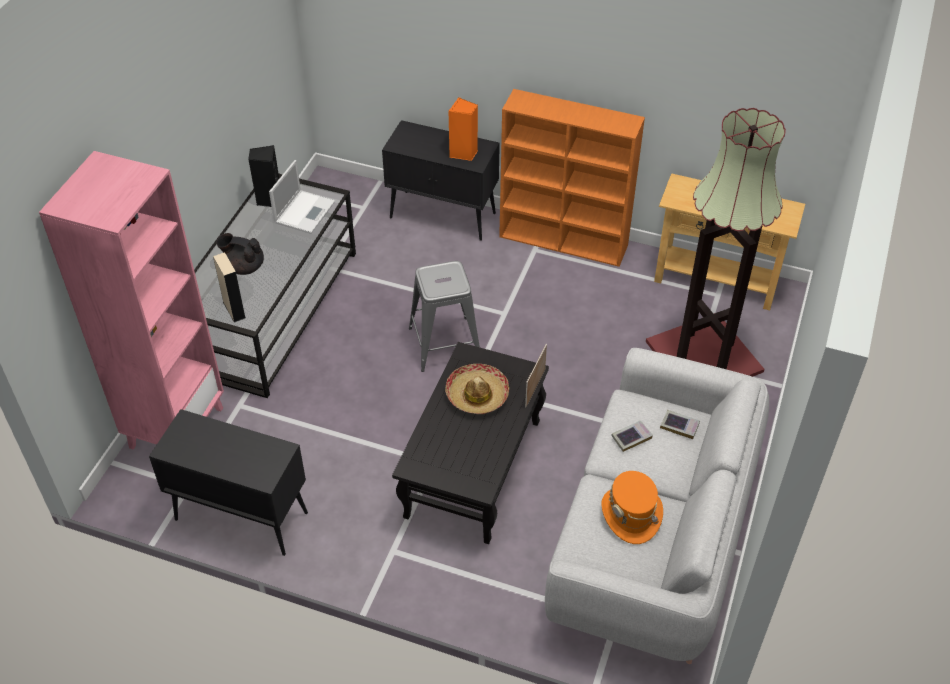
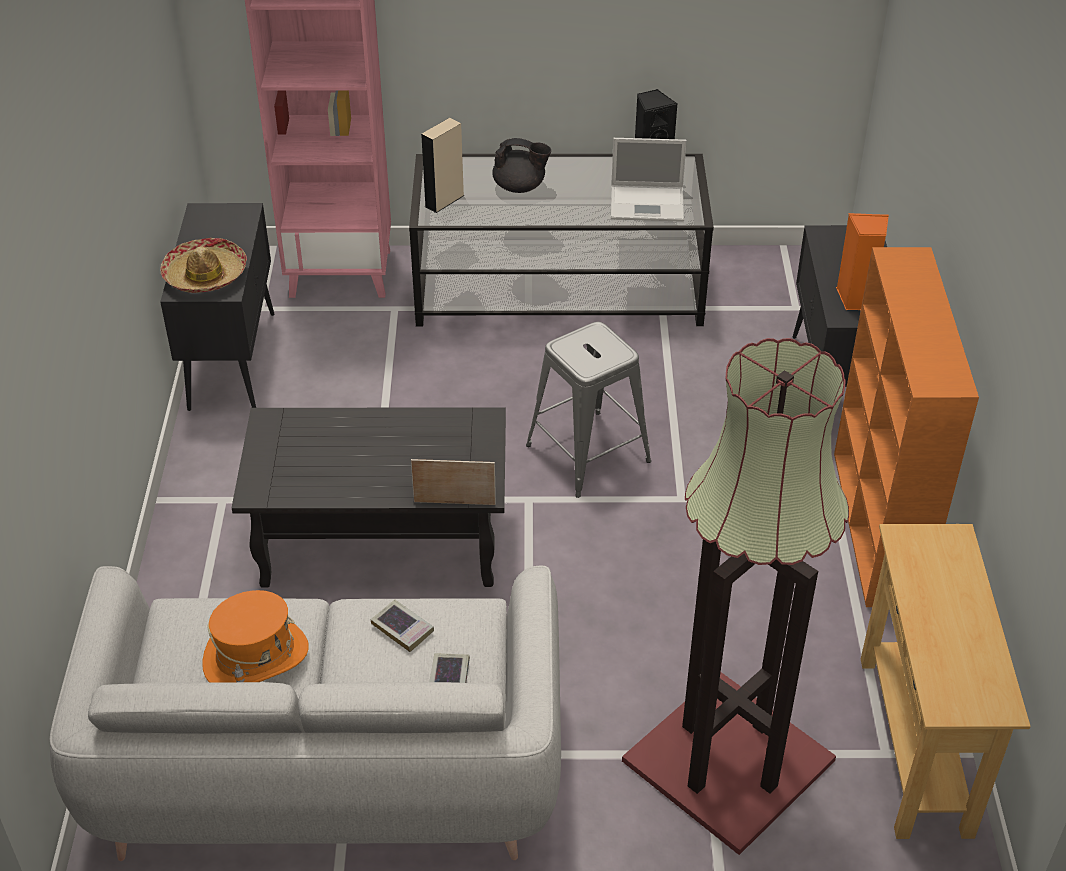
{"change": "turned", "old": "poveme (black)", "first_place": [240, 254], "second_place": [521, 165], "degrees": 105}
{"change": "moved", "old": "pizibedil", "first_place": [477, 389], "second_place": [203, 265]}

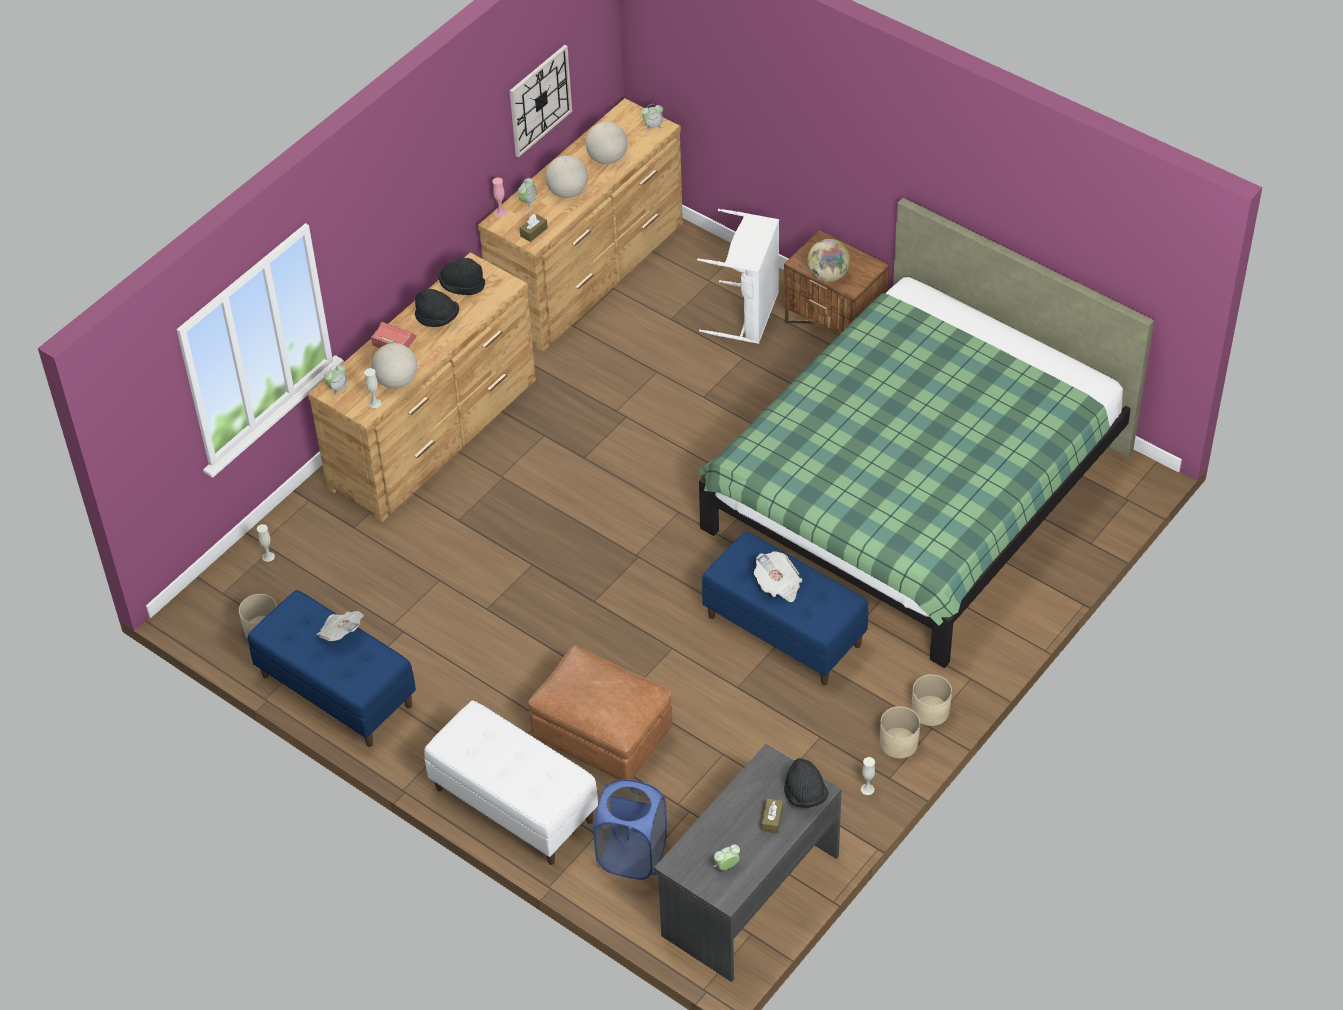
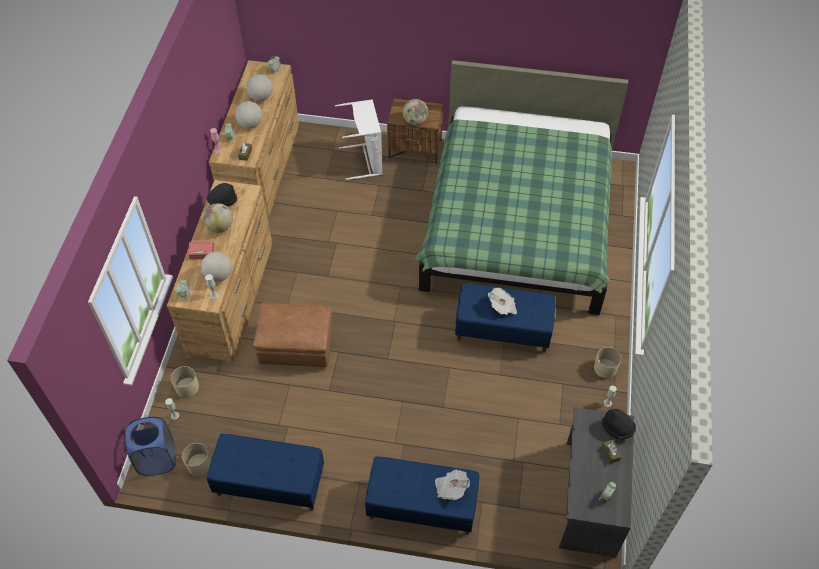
{"change": "moved", "old": "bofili", "first_place": [340, 626], "second_place": [452, 485]}
{"change": "replaced", "old": "pizibedil (black)", "new": "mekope", "first_place": [437, 308], "second_place": [218, 218]}
{"change": "recoloured", "old": "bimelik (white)", "new": "bimelik (blue)", "first_place": [511, 782], "second_place": [422, 495]}
{"change": "removed", "old": "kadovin", "first_place": [541, 101]}
{"change": "moved", "old": "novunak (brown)", "first_place": [600, 712], "second_place": [293, 335]}
{"change": "moved", "old": "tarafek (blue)", "first_place": [630, 829], "second_place": [150, 446]}
{"change": "moved", "old": "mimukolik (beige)", "first_place": [932, 700], "second_place": [185, 382]}

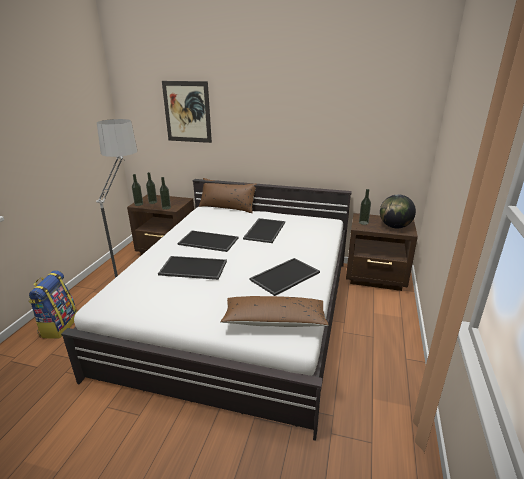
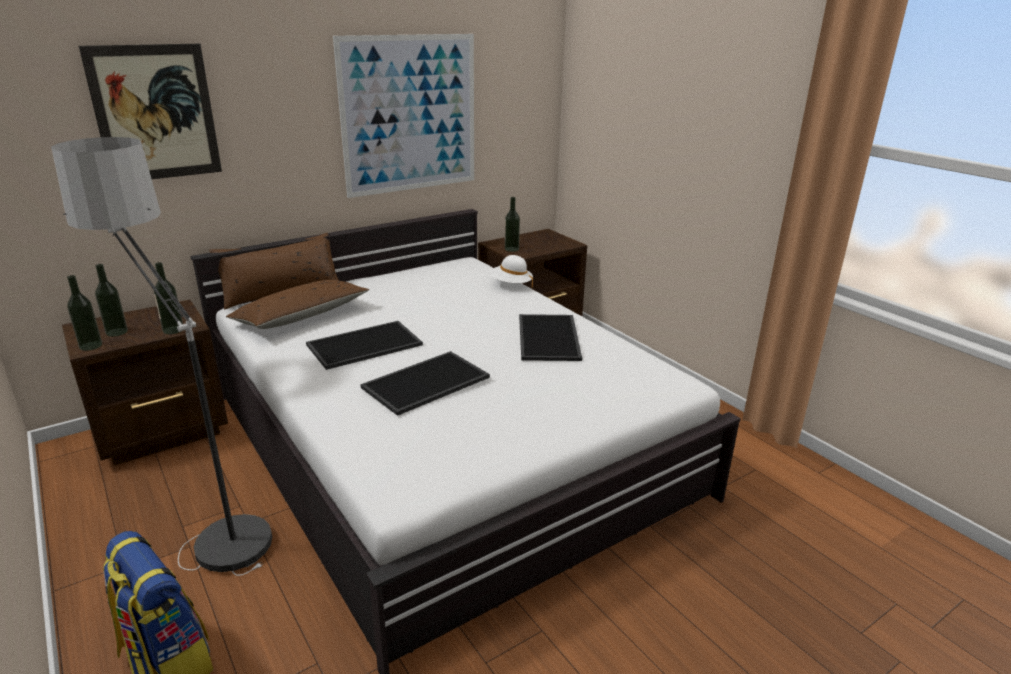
{"change": "moved", "old": "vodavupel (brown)", "first_place": [274, 311], "second_place": [297, 304]}
{"change": "removed", "old": "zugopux", "first_place": [264, 230]}
{"change": "removed", "old": "mekope", "first_place": [398, 211]}
{"change": "added", "new": "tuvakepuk", "second_place": [403, 116]}
{"change": "added", "new": "pizibedil (white)", "second_place": [511, 271]}

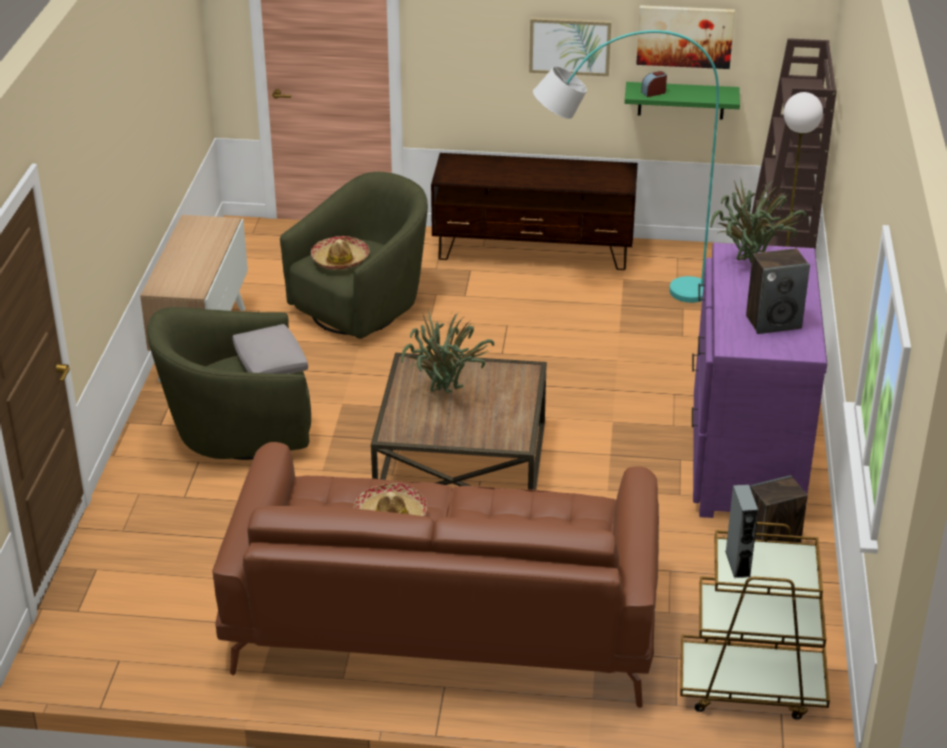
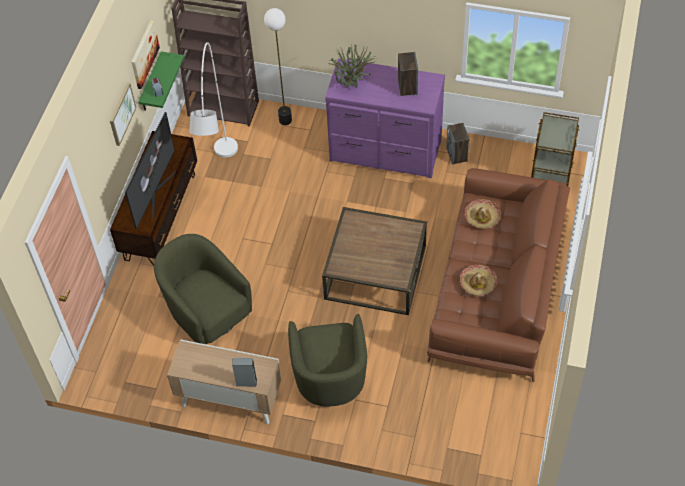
{"change": "removed", "old": "vodavupel (grey)", "first_place": [270, 349]}
{"change": "moved", "old": "pizibedil", "first_place": [340, 252], "second_place": [483, 214]}
{"change": "removed", "old": "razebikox", "first_place": [447, 351]}
{"change": "recoloured", "old": "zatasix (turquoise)", "new": "zatasix (white)", "first_place": [626, 166], "second_place": [213, 100]}
{"change": "moved", "old": "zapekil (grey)", "first_place": [741, 531], "second_place": [244, 372]}
{"change": "added", "new": "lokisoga", "second_place": [150, 170]}

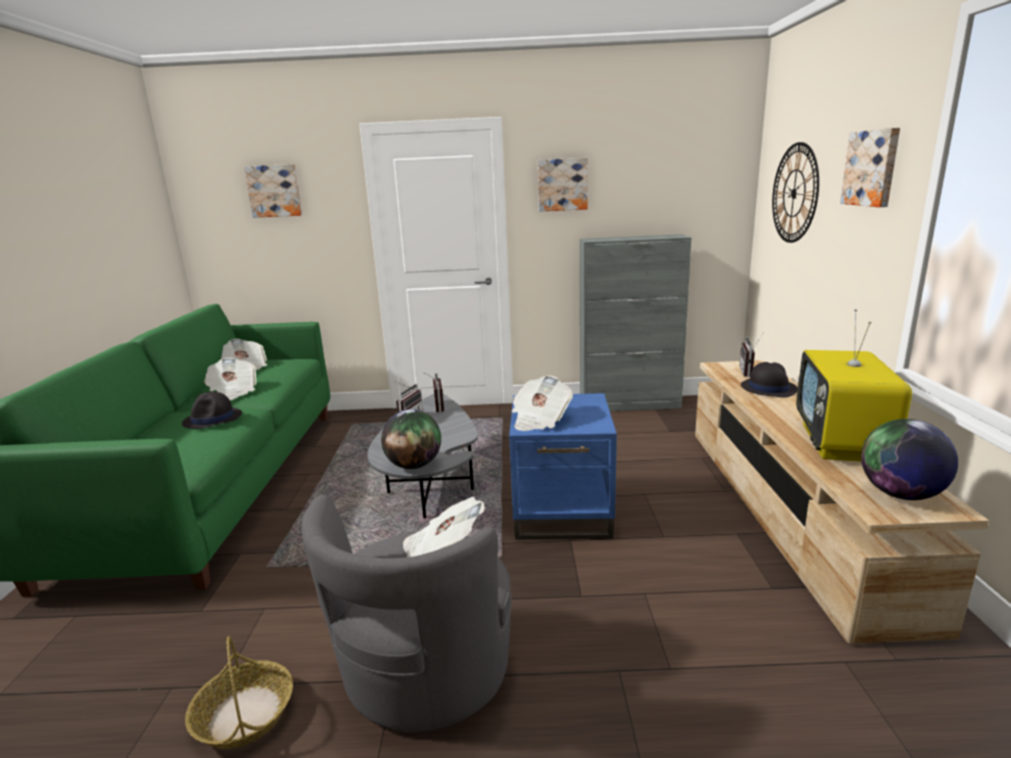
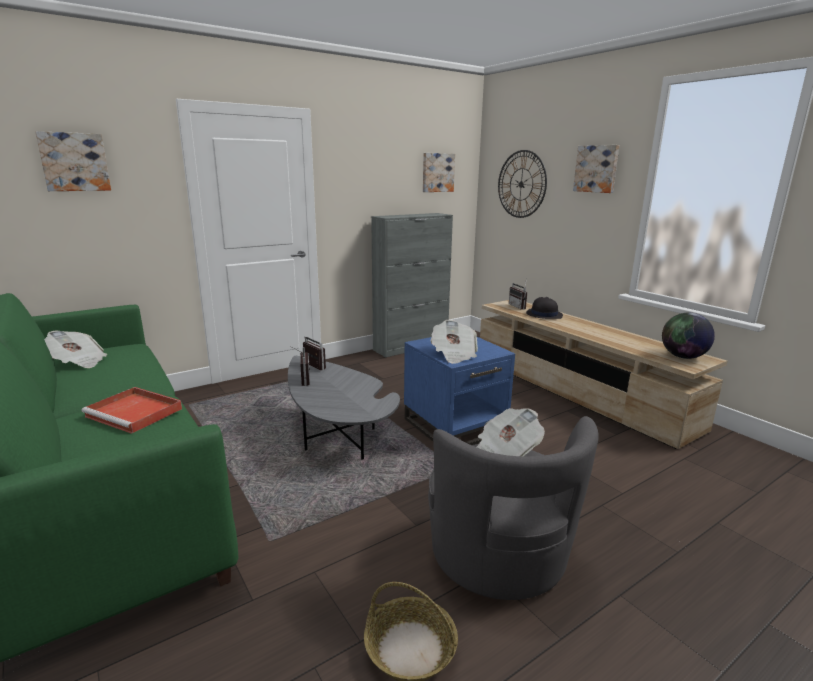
{"change": "replaced", "old": "pizibedil (black)", "new": "zugopux (red)", "first_place": [212, 410], "second_place": [131, 410]}
{"change": "removed", "old": "bofili", "first_place": [230, 378]}
{"change": "removed", "old": "mekope", "first_place": [411, 439]}
{"change": "moved", "old": "tuvakepuk", "first_place": [563, 185], "second_place": [439, 172]}
{"change": "removed", "old": "lokisoga", "first_place": [854, 385]}

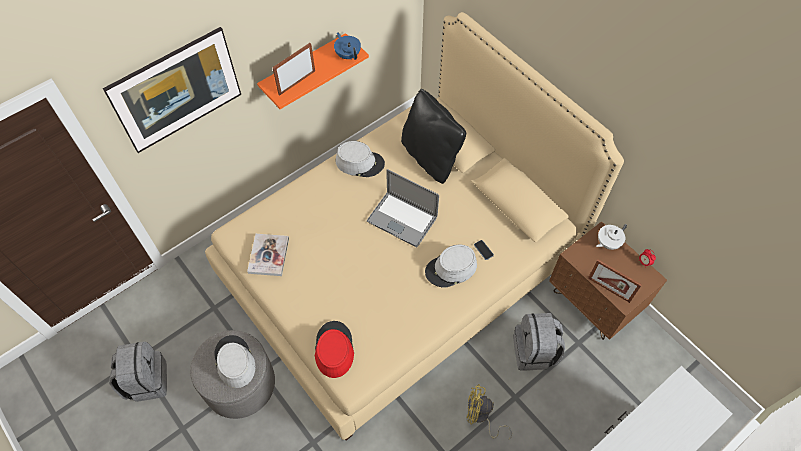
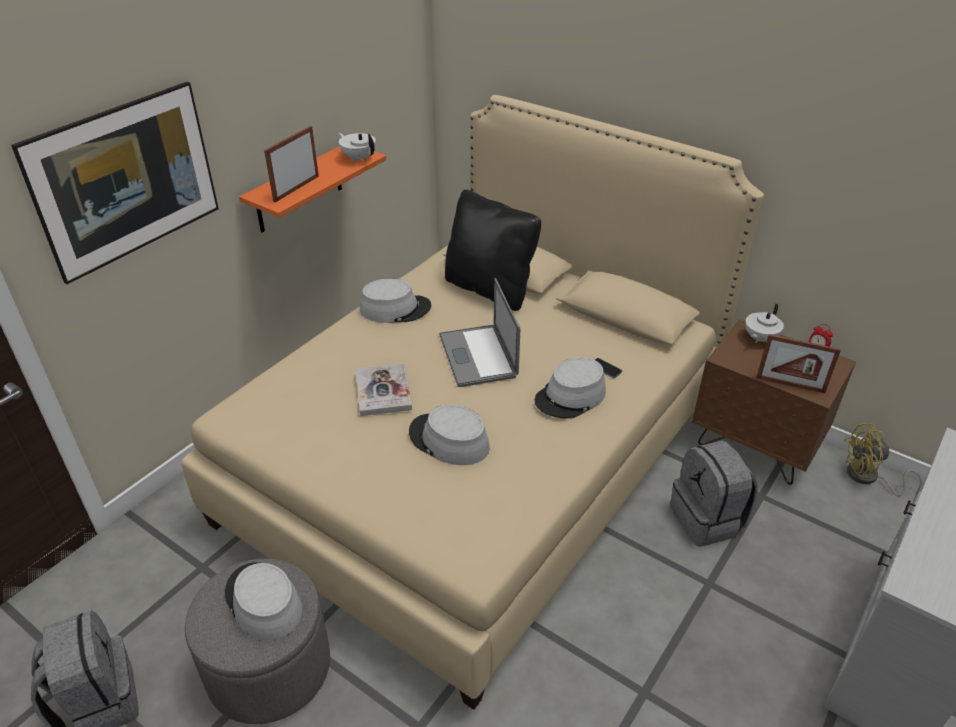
{"change": "moved", "old": "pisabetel", "first_place": [268, 255], "second_place": [384, 389]}
{"change": "removed", "old": "pizibedil (red)", "first_place": [334, 349]}
{"change": "recoloured", "old": "poveme (blue)", "new": "poveme (white)", "first_place": [347, 46], "second_place": [357, 147]}
{"change": "turned", "old": "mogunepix", "first_place": [403, 208], "second_place": [479, 332], "degrees": 60}
{"change": "moved", "old": "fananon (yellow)", "first_place": [489, 411], "second_place": [883, 459]}
{"change": "added", "new": "pizibedil (grey)", "second_place": [449, 435]}

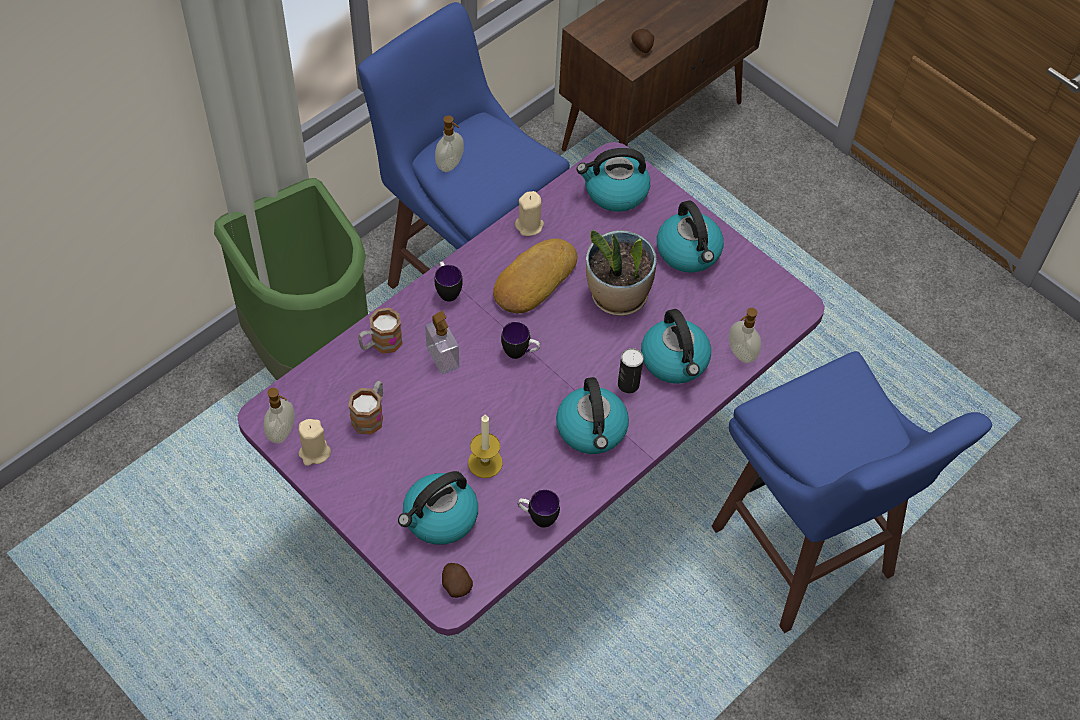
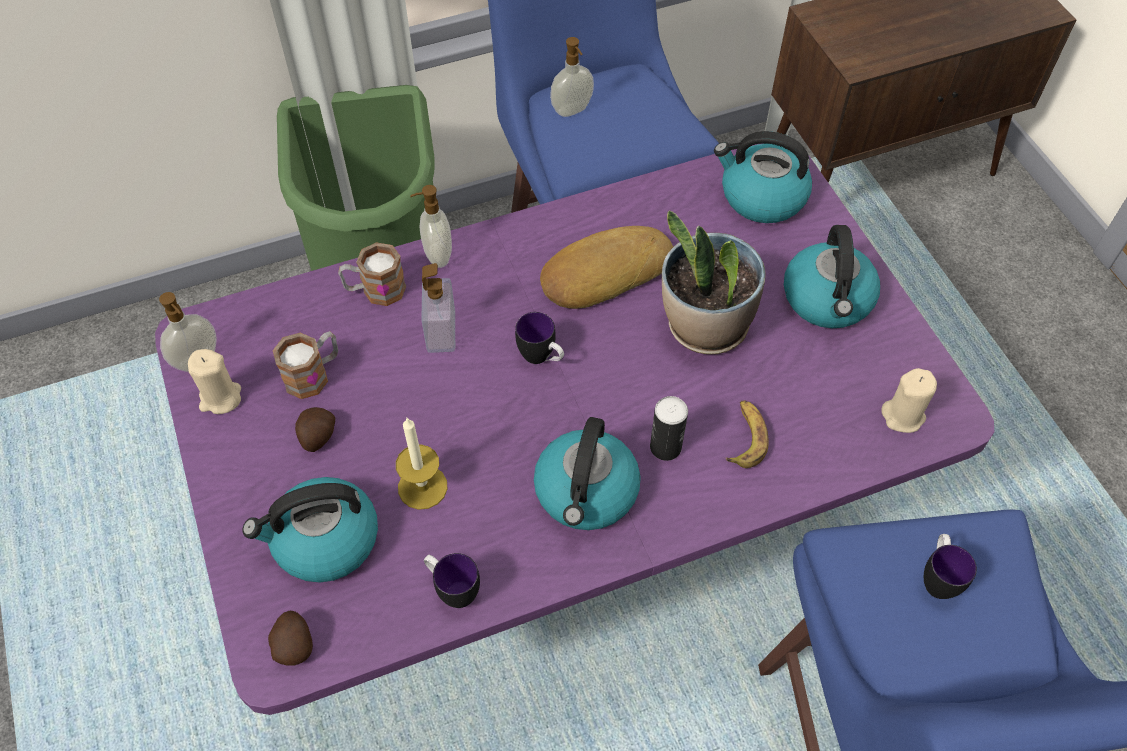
{"change": "moved", "old": "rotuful", "first_place": [449, 281], "second_place": [950, 566]}
{"change": "moved", "old": "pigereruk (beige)", "first_place": [529, 213], "second_place": [909, 400]}
{"change": "moved", "old": "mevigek", "first_place": [642, 41], "second_place": [315, 429]}
{"change": "replaced", "old": "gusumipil", "new": "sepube", "first_place": [676, 346], "second_place": [747, 434]}
{"change": "moved", "old": "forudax", "first_place": [745, 335], "second_place": [431, 226]}

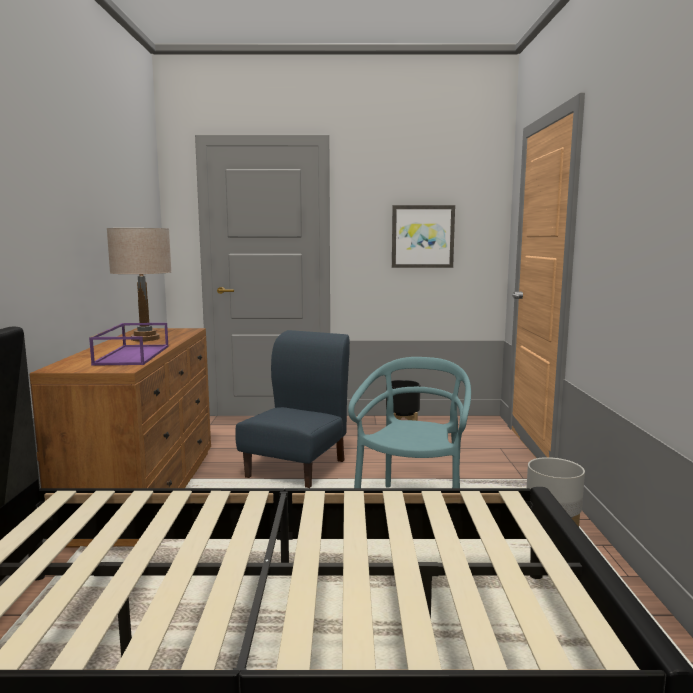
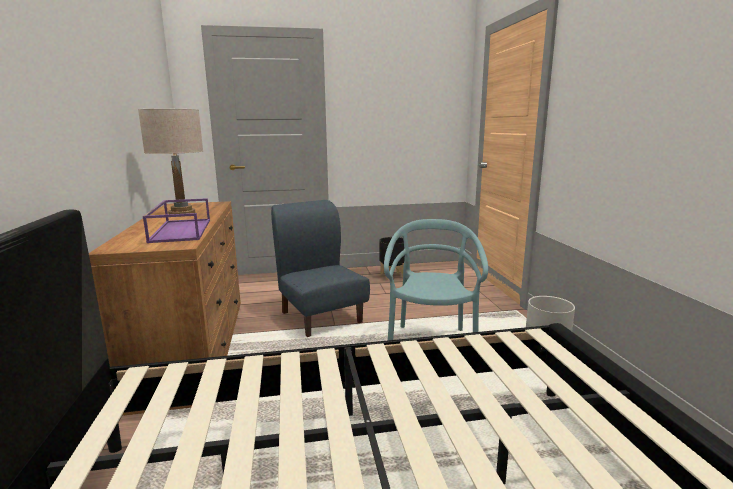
{"change": "turned", "old": "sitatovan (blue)", "first_place": [292, 409], "second_place": [320, 268], "degrees": -45}
{"change": "removed", "old": "tuvakepuk", "first_place": [423, 236]}

